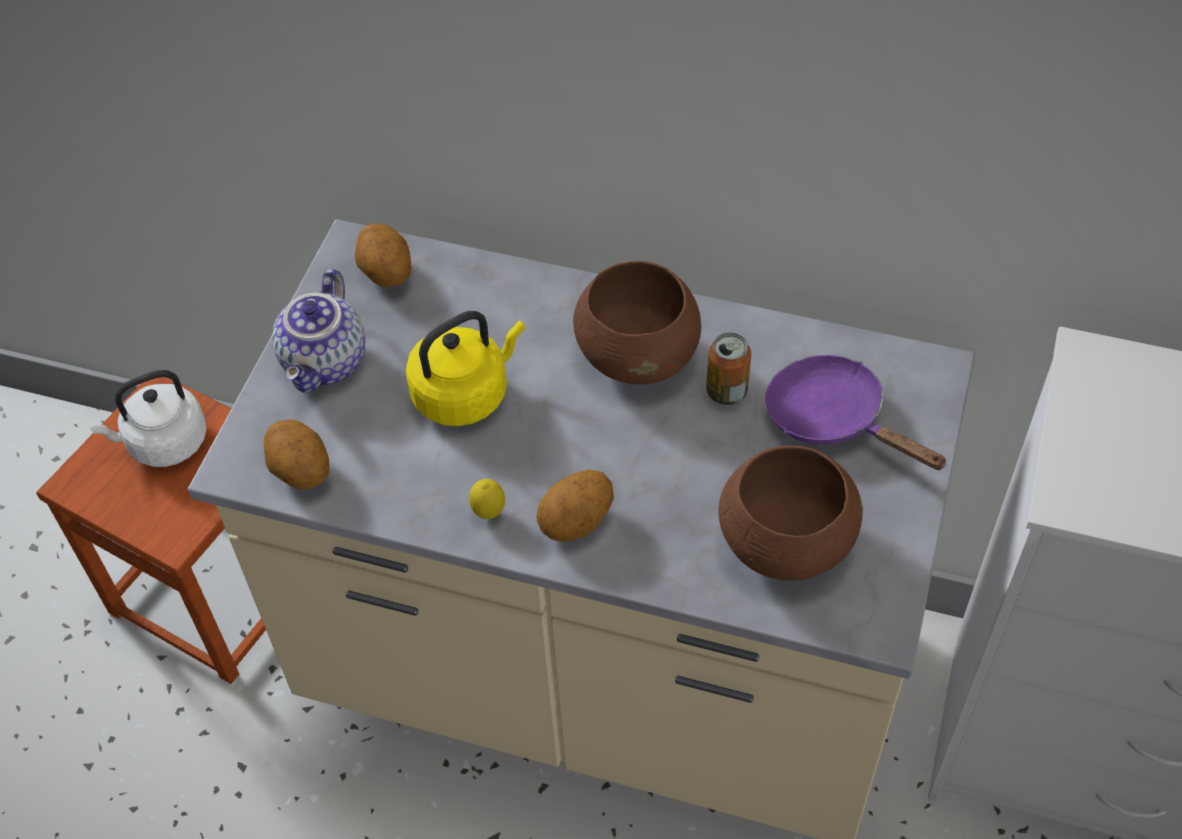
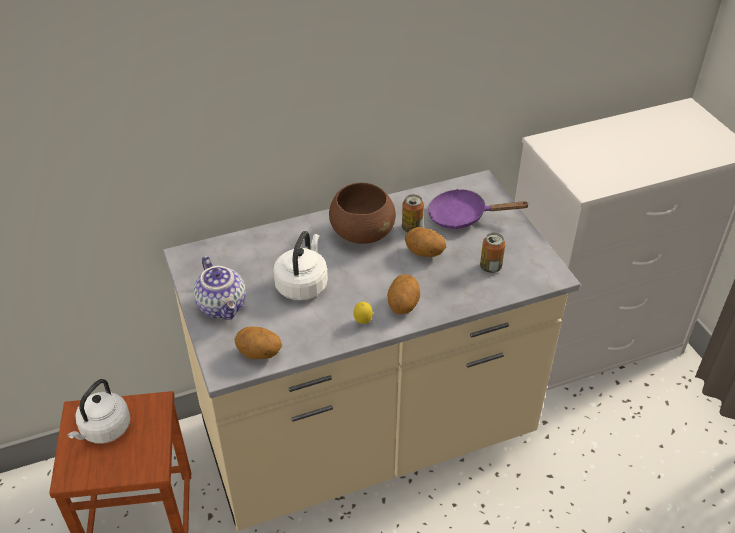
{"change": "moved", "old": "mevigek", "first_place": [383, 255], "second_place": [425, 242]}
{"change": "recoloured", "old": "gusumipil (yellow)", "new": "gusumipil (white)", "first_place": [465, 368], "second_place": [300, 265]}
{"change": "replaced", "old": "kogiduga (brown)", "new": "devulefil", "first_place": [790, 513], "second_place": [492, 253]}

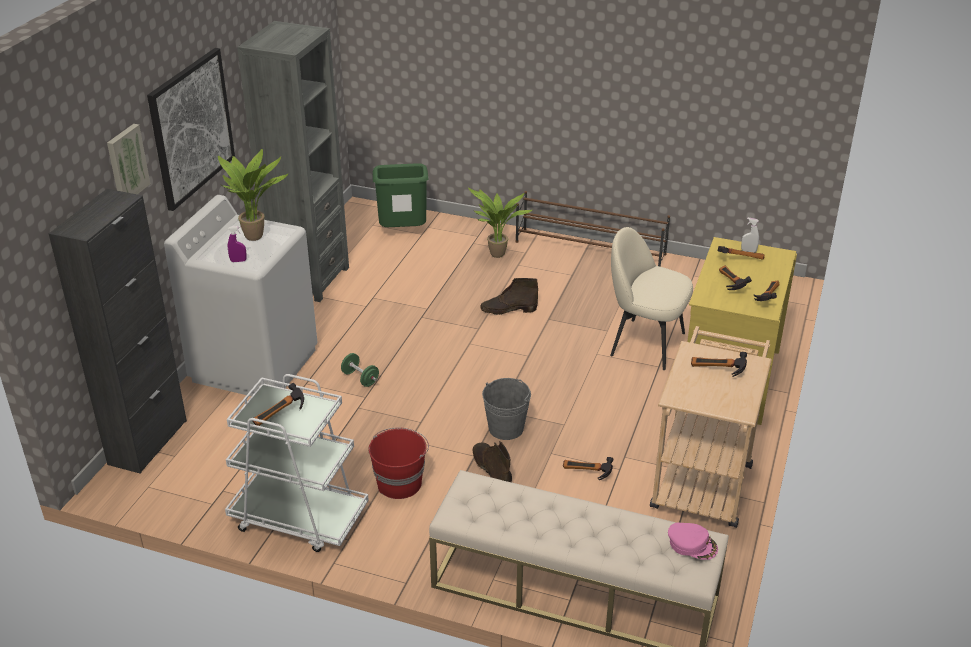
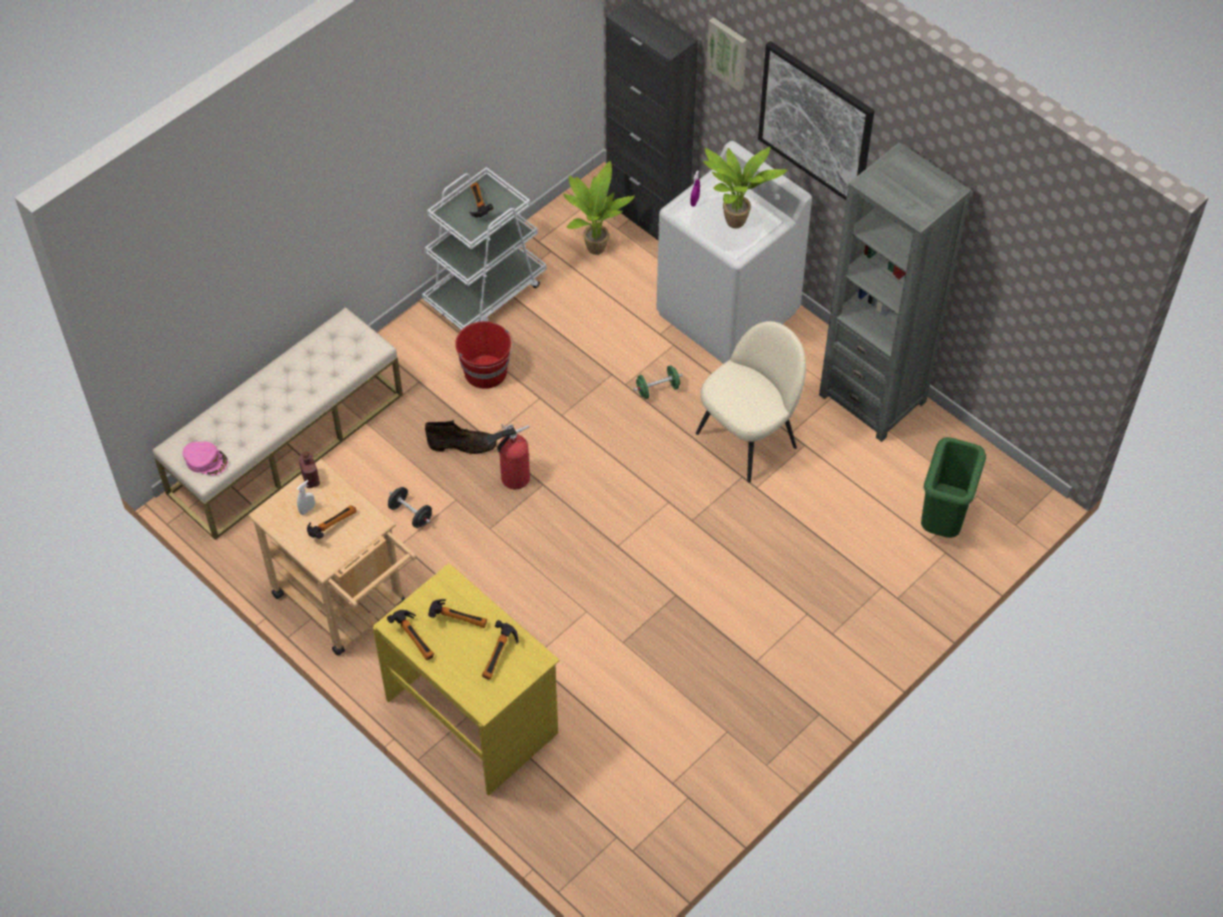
{"change": "moved", "old": "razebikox", "first_place": [500, 222], "second_place": [599, 208]}
{"change": "removed", "old": "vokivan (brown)", "first_place": [509, 296]}
{"change": "replaced", "old": "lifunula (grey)", "new": "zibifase", "first_place": [506, 409], "second_place": [507, 456]}
{"change": "removed", "old": "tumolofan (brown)", "first_place": [593, 229]}
{"change": "replaced", "old": "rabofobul", "new": "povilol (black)", "first_place": [588, 468], "second_place": [410, 507]}
{"change": "moved", "old": "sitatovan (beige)", "first_place": [651, 298], "second_place": [751, 401]}
{"change": "turned", "old": "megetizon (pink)", "first_place": [693, 541], "second_place": [205, 458], "degrees": -120}
{"change": "moved", "old": "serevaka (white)", "first_place": [750, 235], "second_place": [306, 497]}
{"change": "added", "new": "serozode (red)", "second_place": [309, 469]}

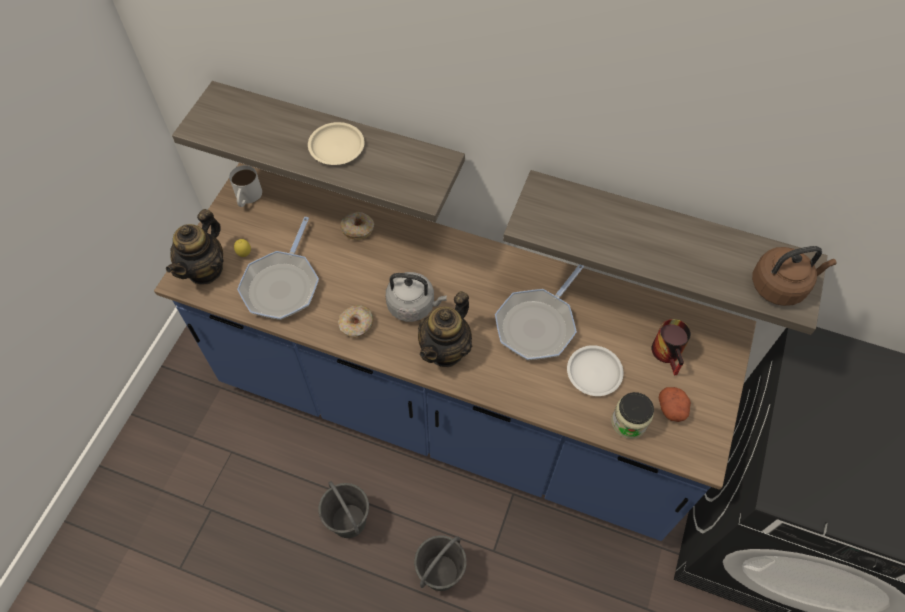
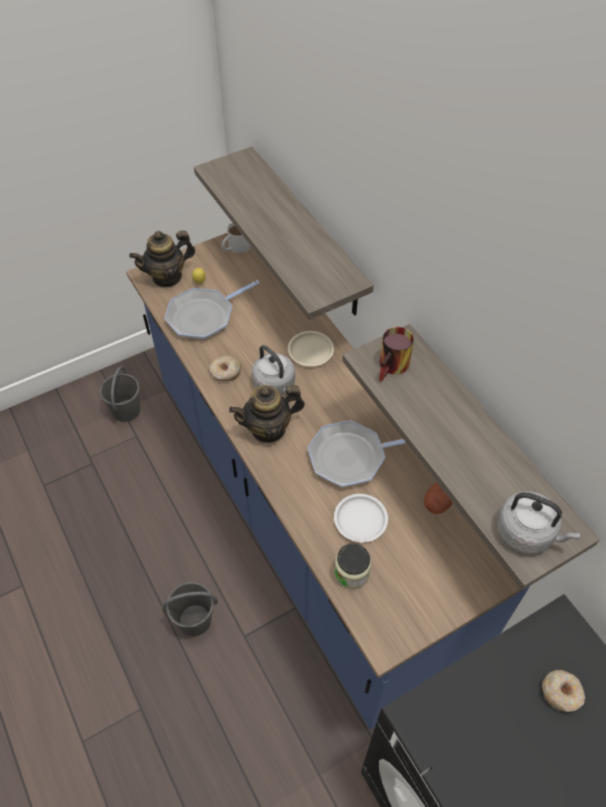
{"change": "moved", "old": "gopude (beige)", "first_place": [336, 143], "second_place": [311, 349]}
{"change": "moved", "old": "lifunula (grey)", "first_place": [343, 509], "second_place": [120, 394]}
{"change": "moved", "old": "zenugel", "first_place": [357, 226], "second_place": [563, 691]}
{"change": "moved", "old": "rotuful", "first_place": [671, 347], "second_place": [396, 354]}
{"change": "moved", "old": "mevigek", "first_place": [675, 404], "second_place": [438, 498]}
{"change": "recoloured", "old": "gusumipil (brown)", "new": "gusumipil (grey)", "first_place": [794, 276], "second_place": [538, 522]}

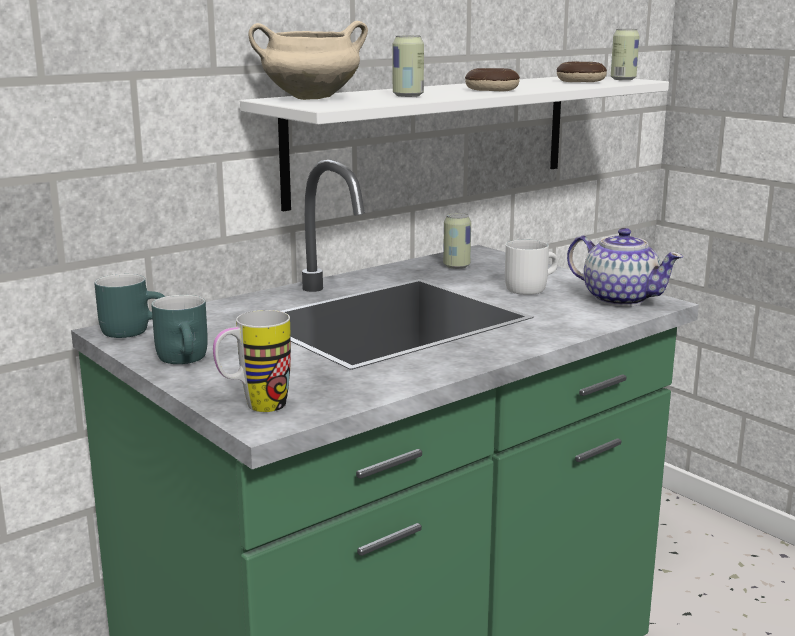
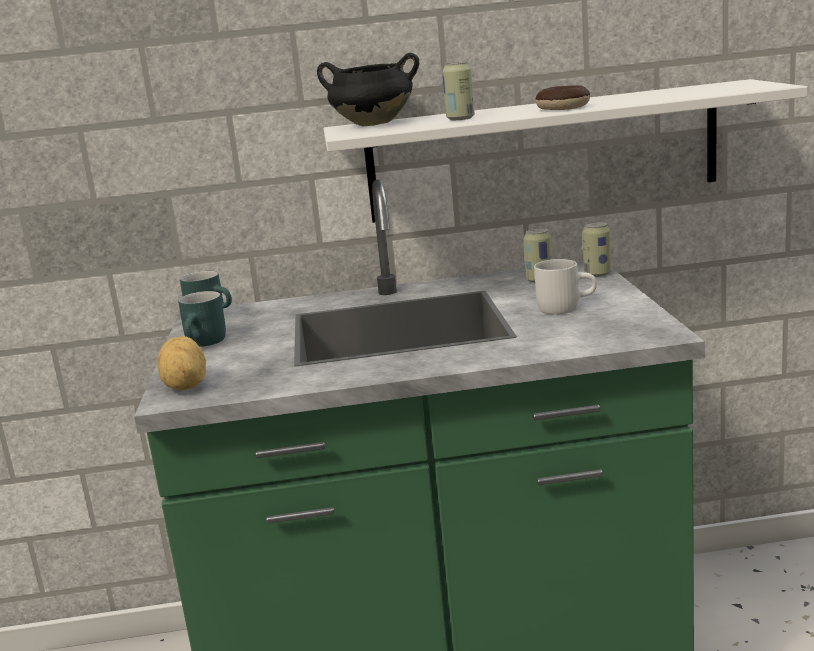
{"change": "replaced", "old": "rotuful", "new": "mevigek", "first_place": [252, 361], "second_place": [181, 363]}
{"change": "recoloured", "old": "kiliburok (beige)", "new": "kiliburok (black)", "first_place": [308, 60], "second_place": [368, 89]}
{"change": "removed", "old": "zenugel", "first_place": [581, 72]}
{"change": "removed", "old": "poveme", "first_place": [625, 267]}
{"change": "moved", "old": "devulefil", "first_place": [625, 54], "second_place": [596, 249]}

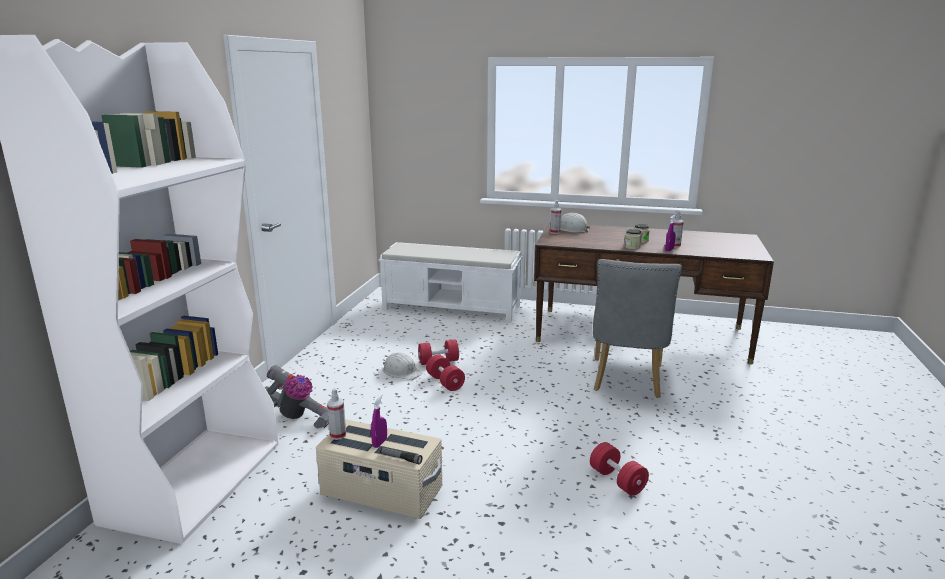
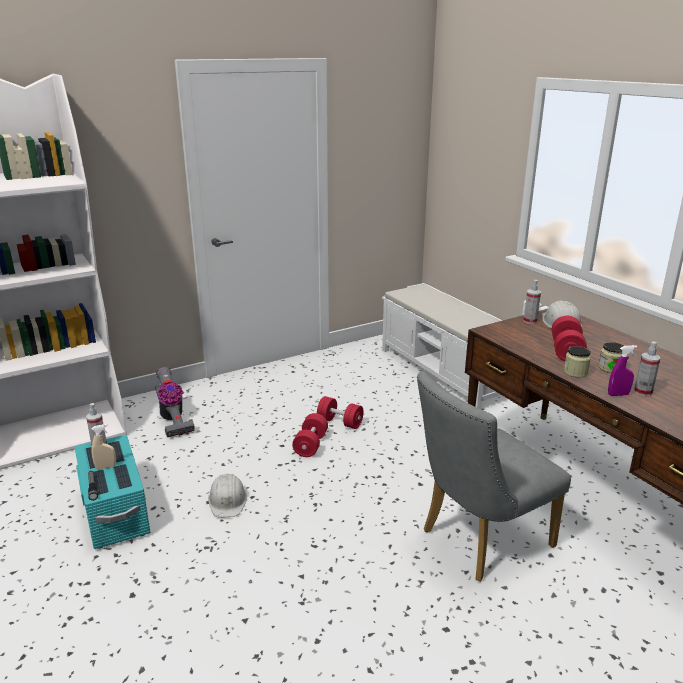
{"change": "recoloured", "old": "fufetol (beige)", "new": "fufetol (turquoise)", "first_place": [379, 469], "second_place": [112, 492]}
{"change": "recoloured", "old": "serevaka (purple)", "new": "serevaka (beige)", "first_place": [379, 421], "second_place": [103, 447]}
{"change": "moved", "old": "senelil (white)", "first_place": [402, 366], "second_place": [227, 496]}
{"change": "moved", "old": "povilol (red)", "first_place": [619, 469], "second_place": [569, 338]}

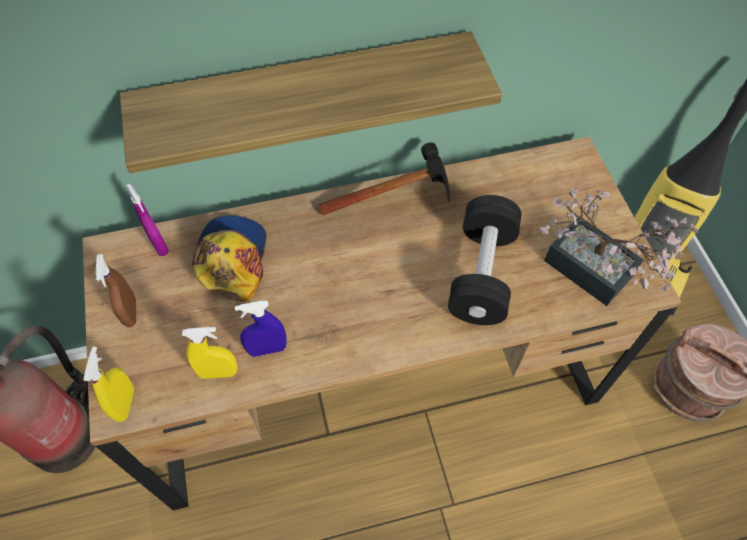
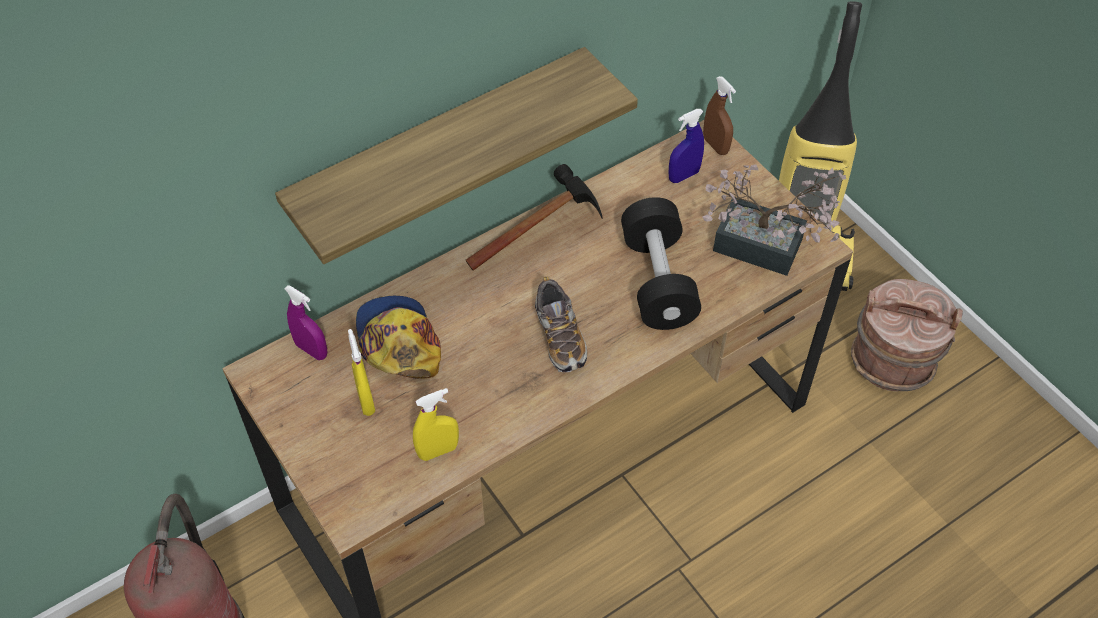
{"change": "moved", "old": "serevaka (yellow)", "first_place": [109, 384], "second_place": [361, 372]}
{"change": "moved", "old": "serevaka (brown)", "first_place": [116, 290], "second_place": [719, 115]}
{"change": "moved", "old": "serevaka (blue)", "first_place": [261, 329], "second_place": [686, 146]}
{"change": "added", "new": "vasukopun", "second_place": [561, 324]}

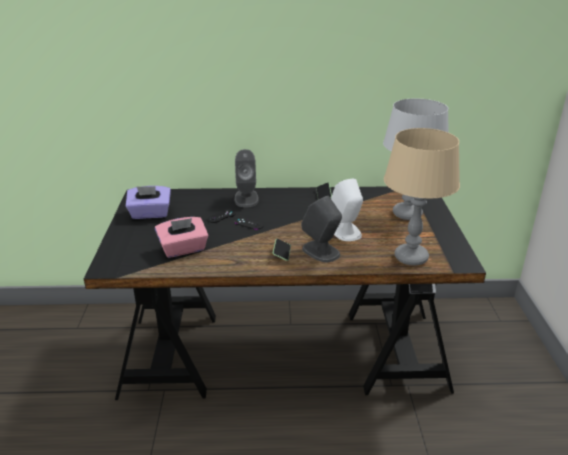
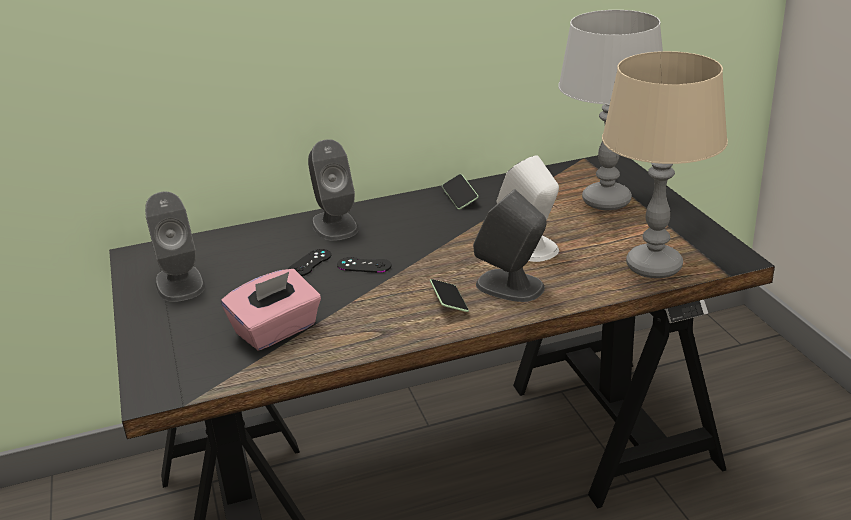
{"change": "replaced", "old": "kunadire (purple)", "new": "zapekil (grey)", "first_place": [148, 202], "second_place": [175, 247]}

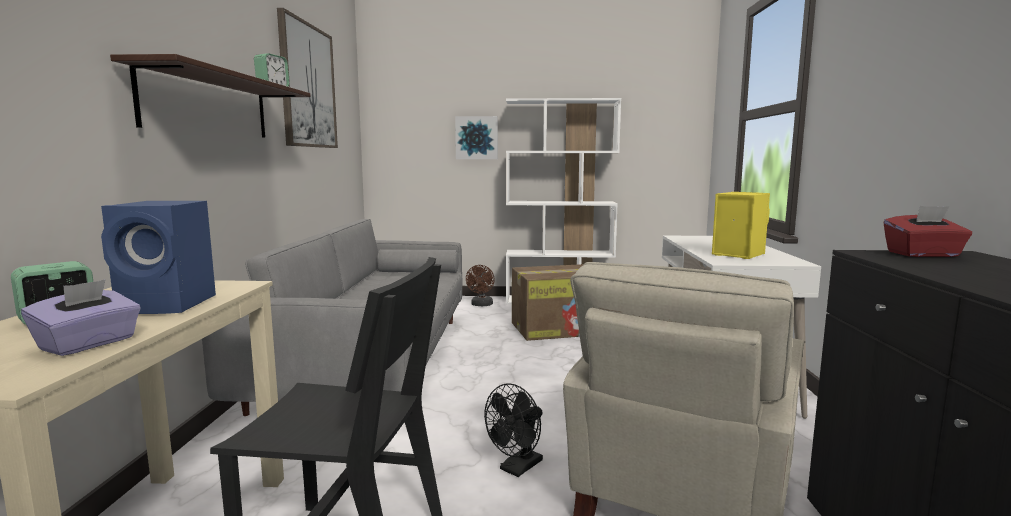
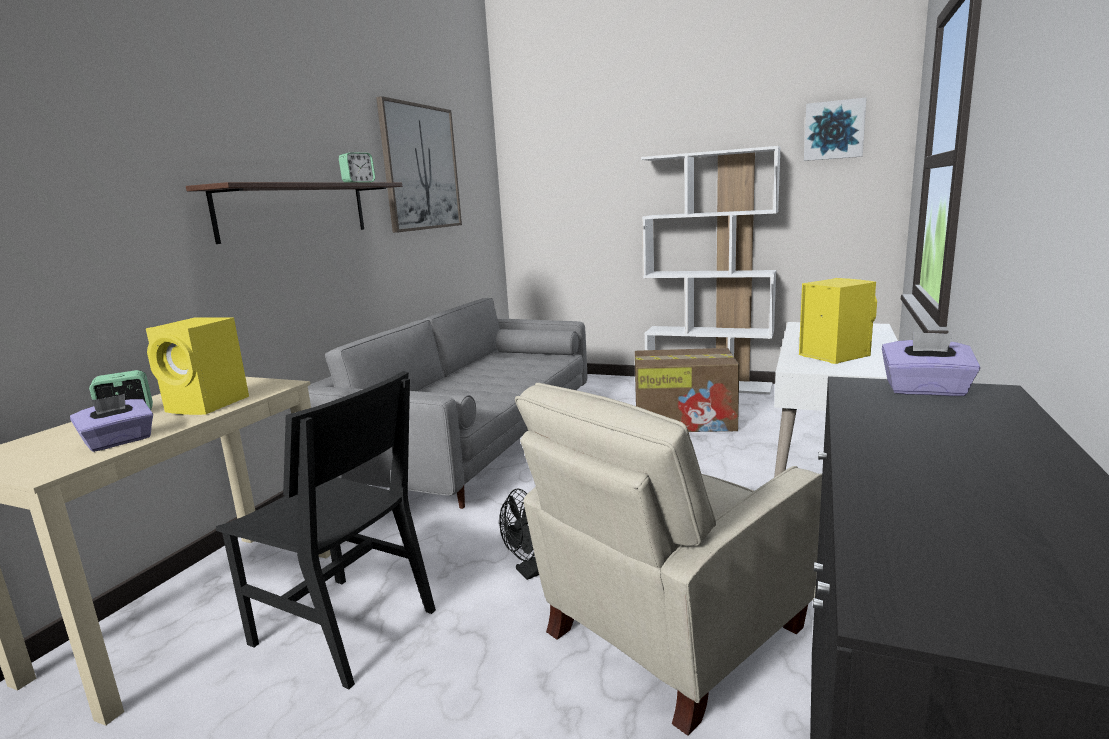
{"change": "recoloured", "old": "zapekil (blue)", "new": "zapekil (yellow)", "first_place": [158, 257], "second_place": [197, 366]}
{"change": "moved", "old": "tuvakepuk", "first_place": [476, 137], "second_place": [835, 129]}
{"change": "removed", "old": "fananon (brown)", "first_place": [480, 285]}
{"change": "recoloured", "old": "kunadire (red)", "new": "kunadire (purple)", "first_place": [927, 231], "second_place": [931, 364]}

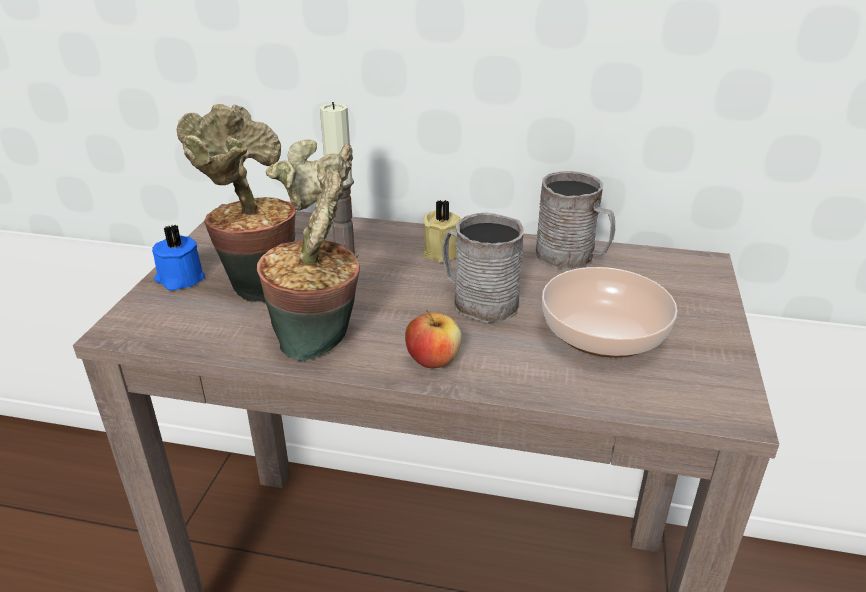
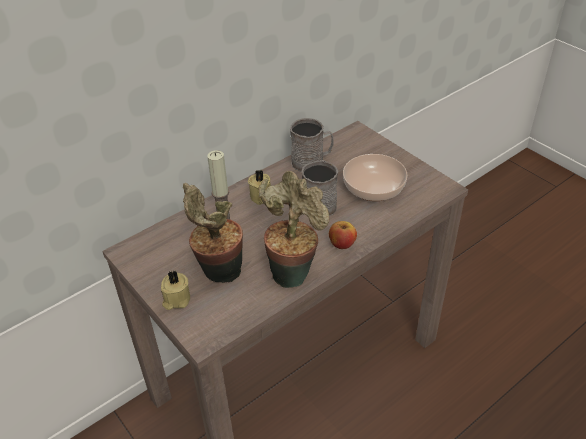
{"change": "recoloured", "old": "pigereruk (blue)", "new": "pigereruk (beige)", "first_place": [178, 257], "second_place": [175, 290]}

